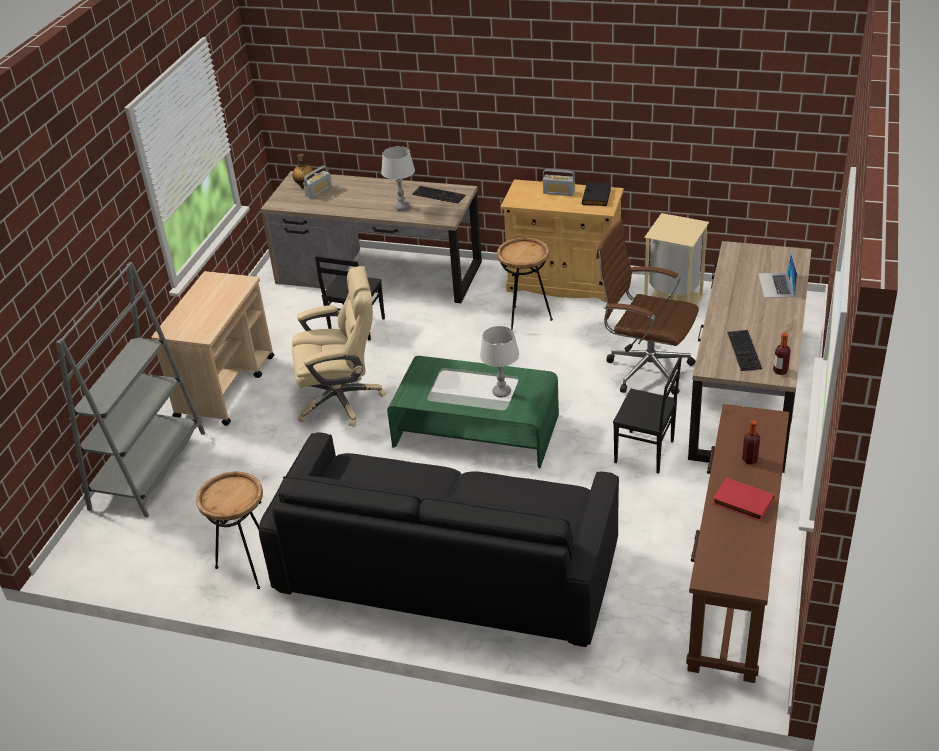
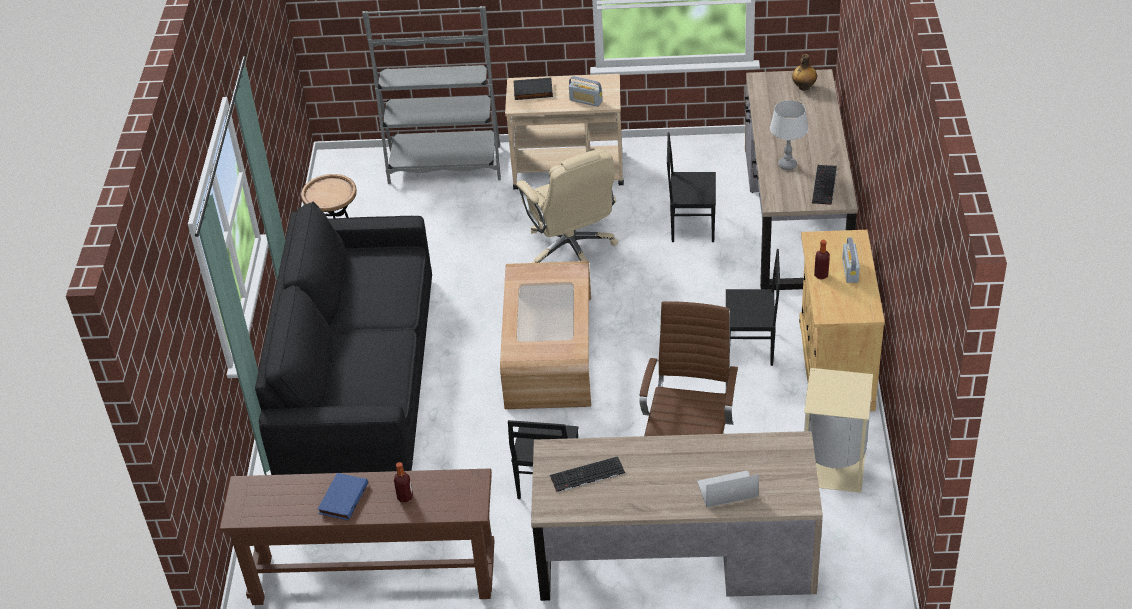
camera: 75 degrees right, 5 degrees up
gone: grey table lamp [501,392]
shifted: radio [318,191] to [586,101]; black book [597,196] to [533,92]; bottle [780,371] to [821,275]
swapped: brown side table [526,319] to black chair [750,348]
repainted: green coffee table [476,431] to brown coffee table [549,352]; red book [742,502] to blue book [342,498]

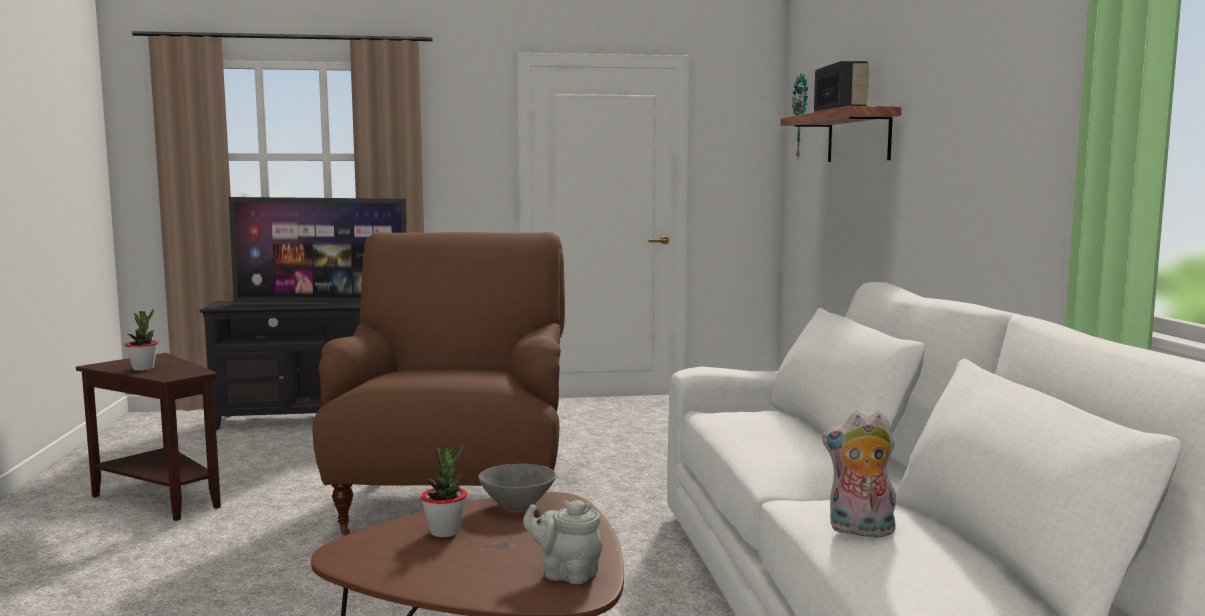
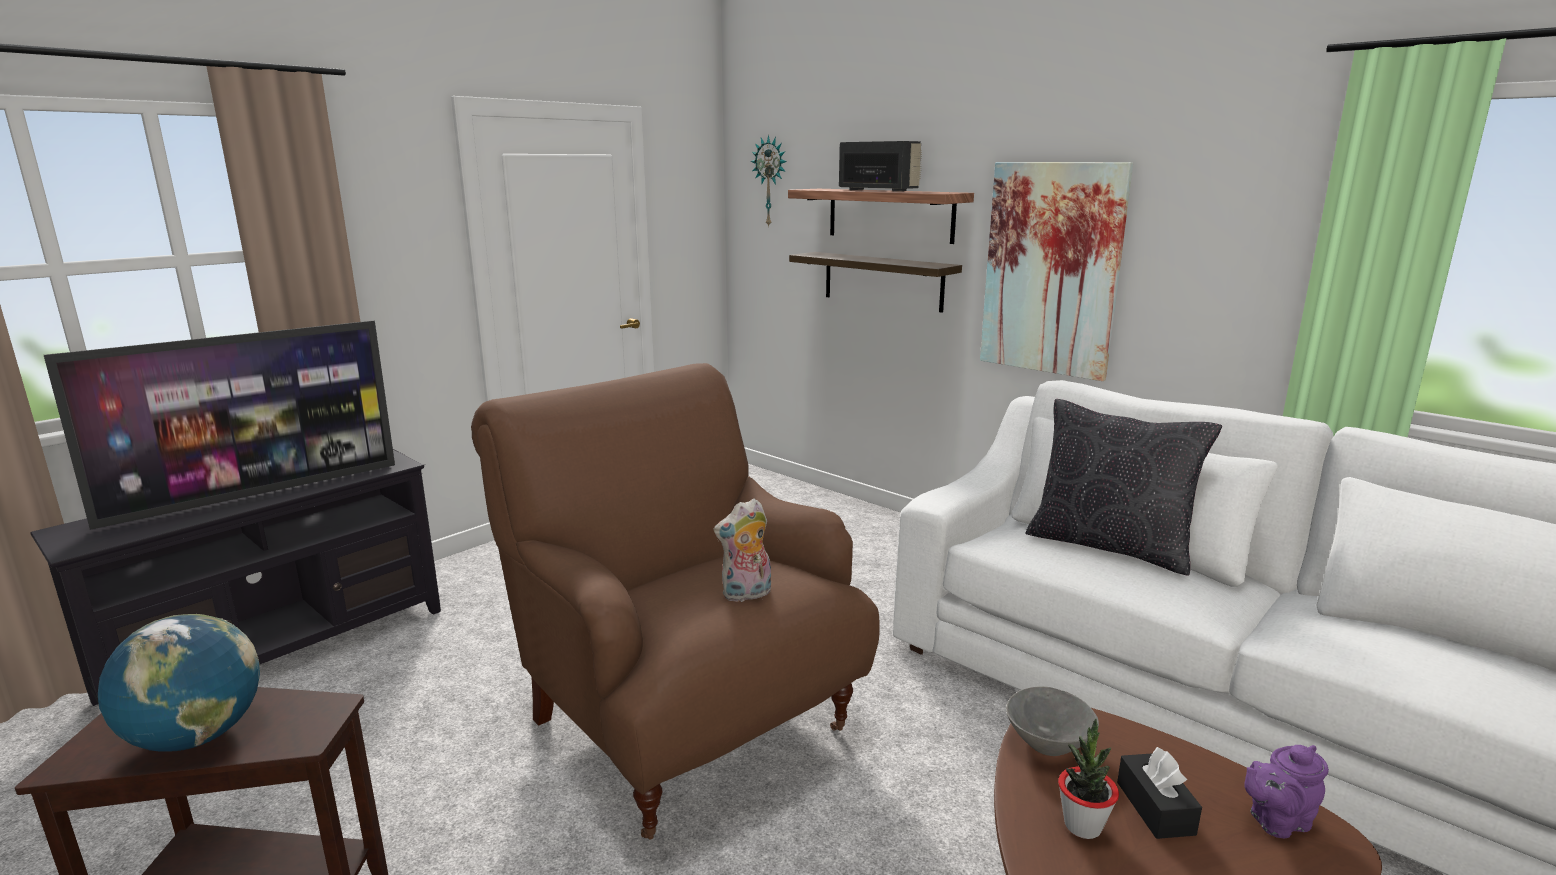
camera: 40 degrees left, 10 degrees up
new: picture [1051,269]; shelf [882,281]; black pillow [1109,546]; black tissue box [1155,808]
shifted: plush toy [859,531] to [746,595]
swapped: potted plant [143,368] to globe [196,737]
repainted: grey teapot [566,574] to purple teapot [1275,821]

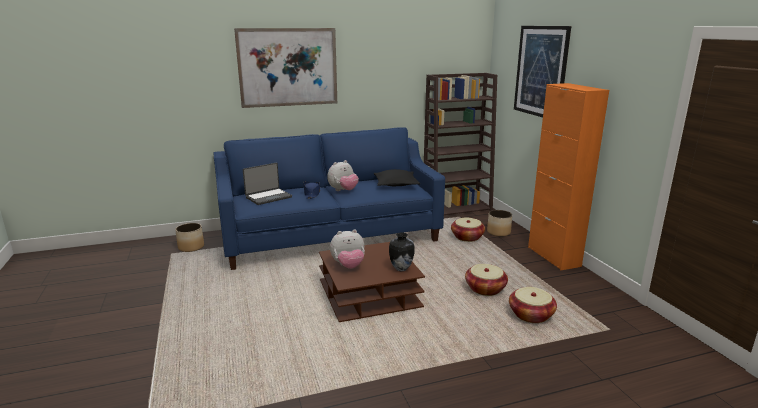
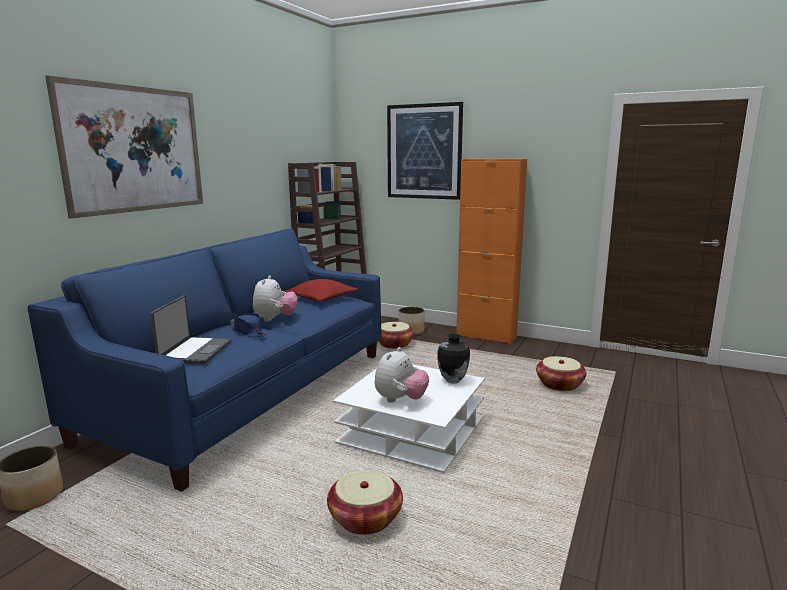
camera: 45 degrees left, 5 degrees down
shifted: basket [485,289] to [365,518]
repainted: black pillow [396,184] to red pillow [321,298]; brown coffee table [369,293] to white coffee table [412,431]

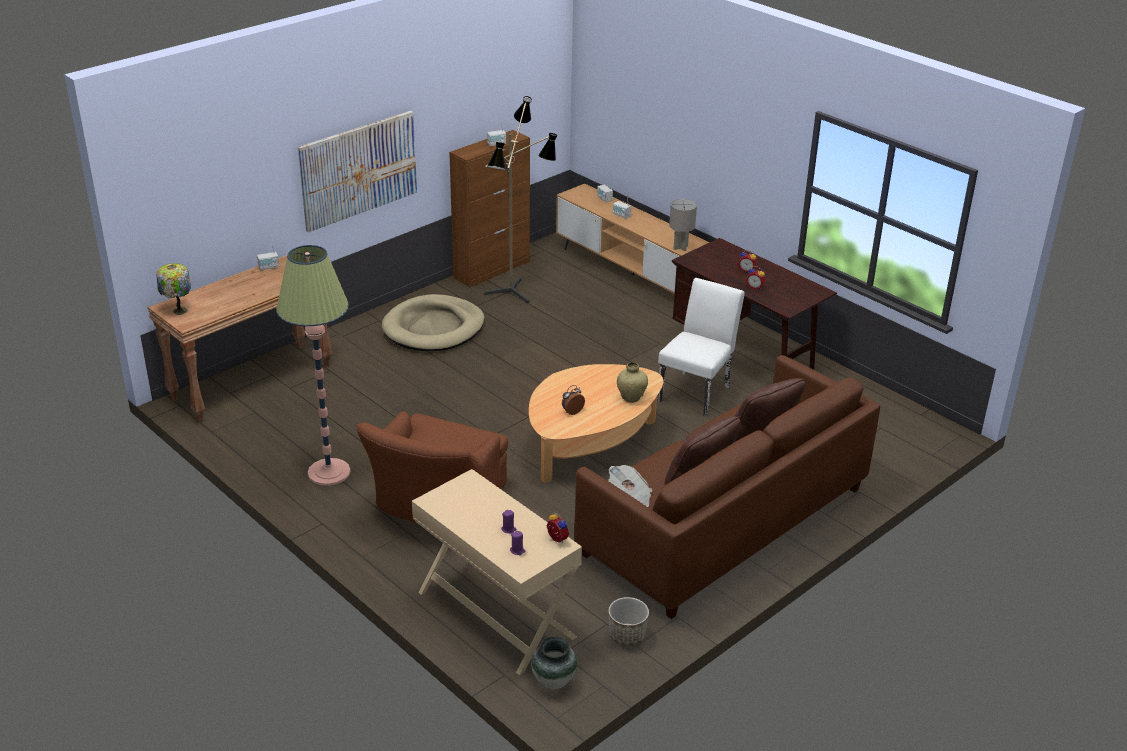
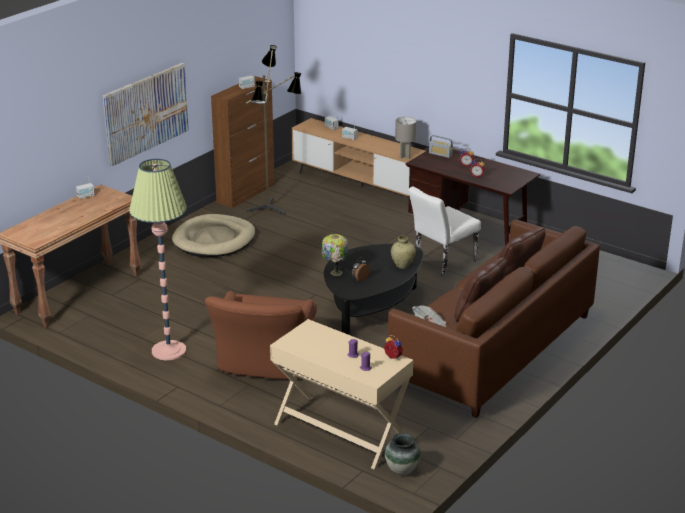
camera: 10 degrees left, 5 degrees down
gone: planter [627,635]
new: radio [440,154]
shifted: table lamp [178,310] to [335,273]
repainted: beige coffee table [591,444] to black coffee table [371,308]
rotated: white chair [697,391] = [441,262] 150 degrees counterclockwise

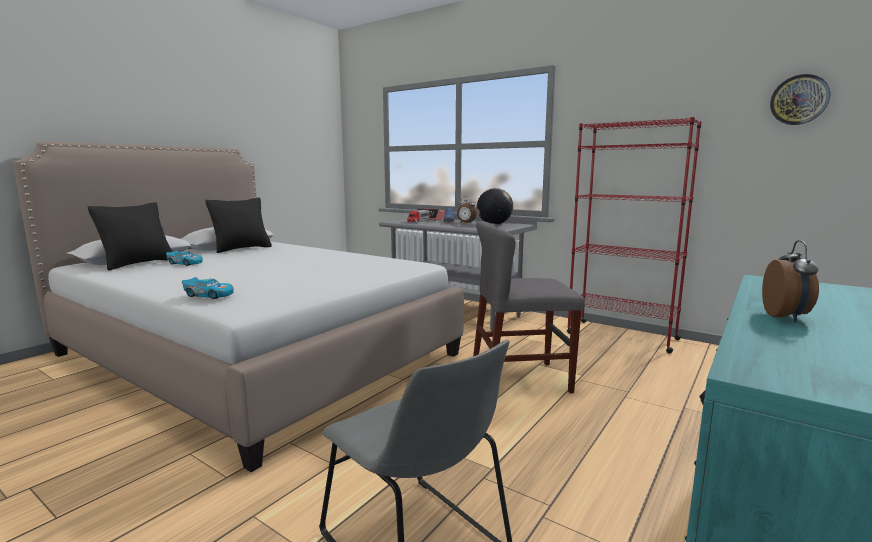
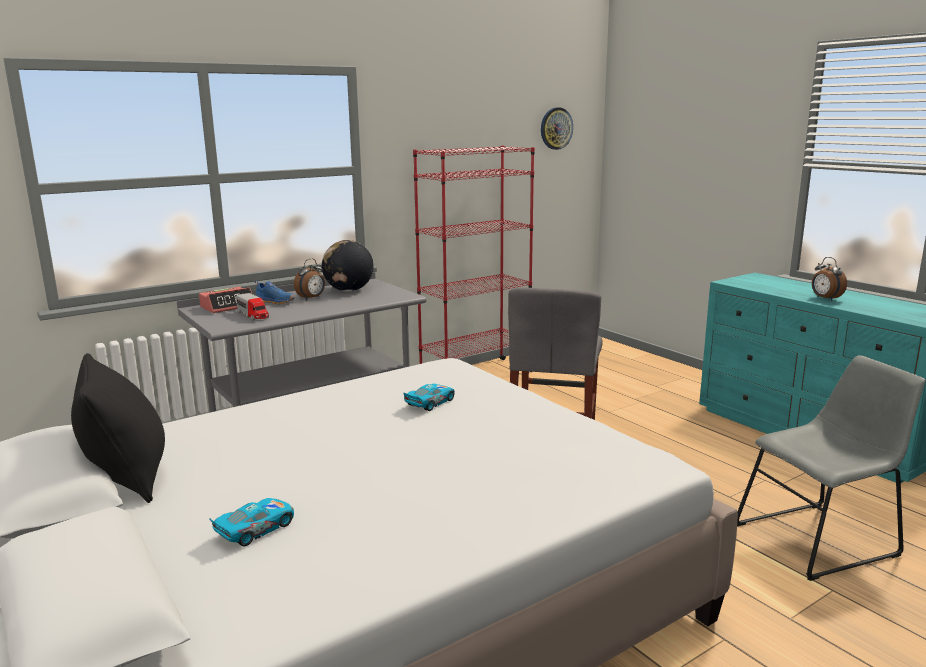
camera: 70 degrees left, 5 degrees up
gone: black pillow [138,264]
shifted: toy car [209,295] to [430,403]
rotated: alarm clock [786,317] = [825,298] 150 degrees counterclockwise

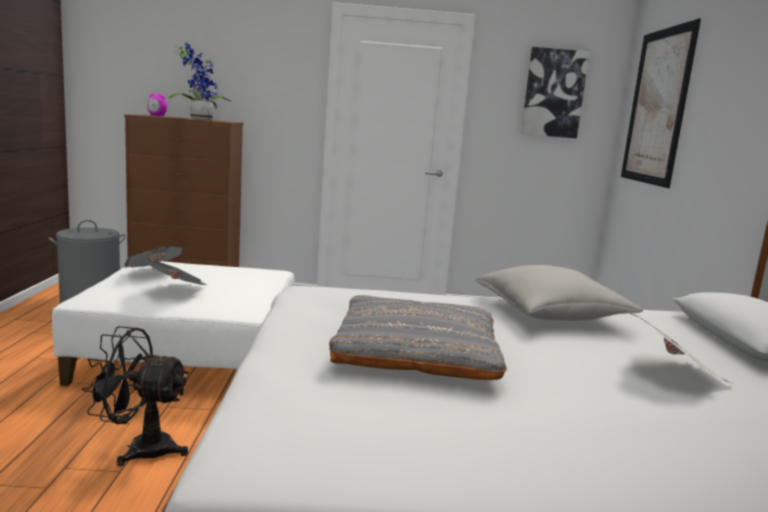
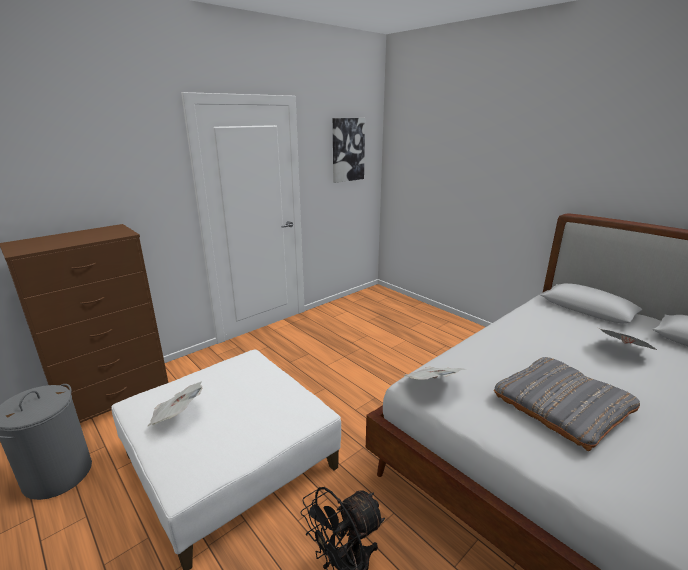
camera: 40 degrees left, 10 degrees up
gone: picture [657,107]; potted plant [199,119]; alarm clock [157,116]; grey pillow [550,313]
shifted: newspaper [177,290] to [431,385]

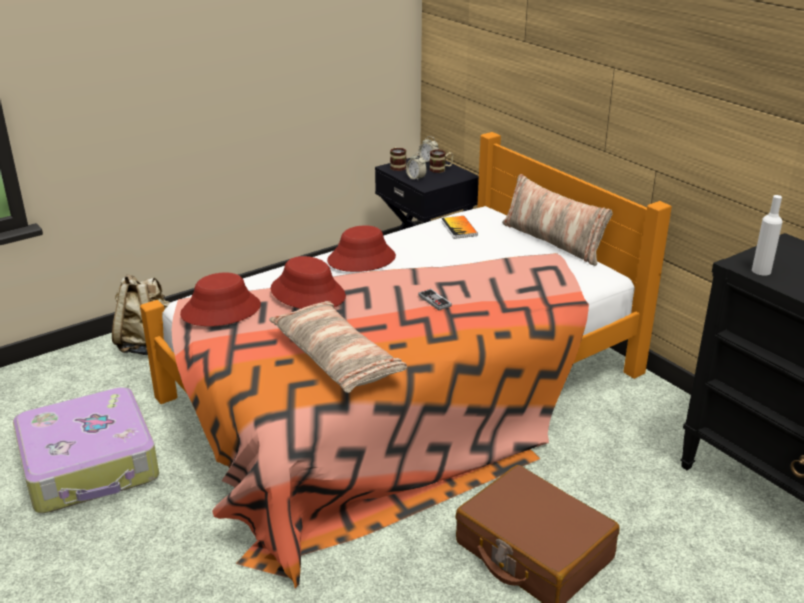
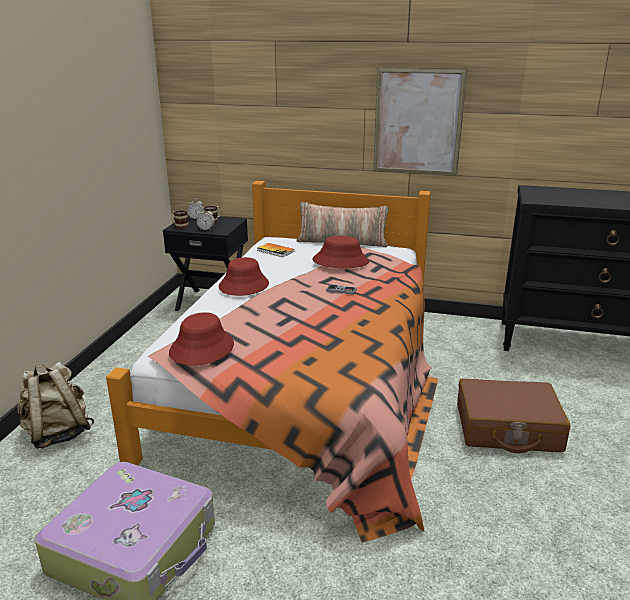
camera: 40 degrees left, 5 degrees down
gone: white bottle [761,271]; pillow [336,358]
new: picture [418,122]
shifted: red hat [308,293] to [340,261]

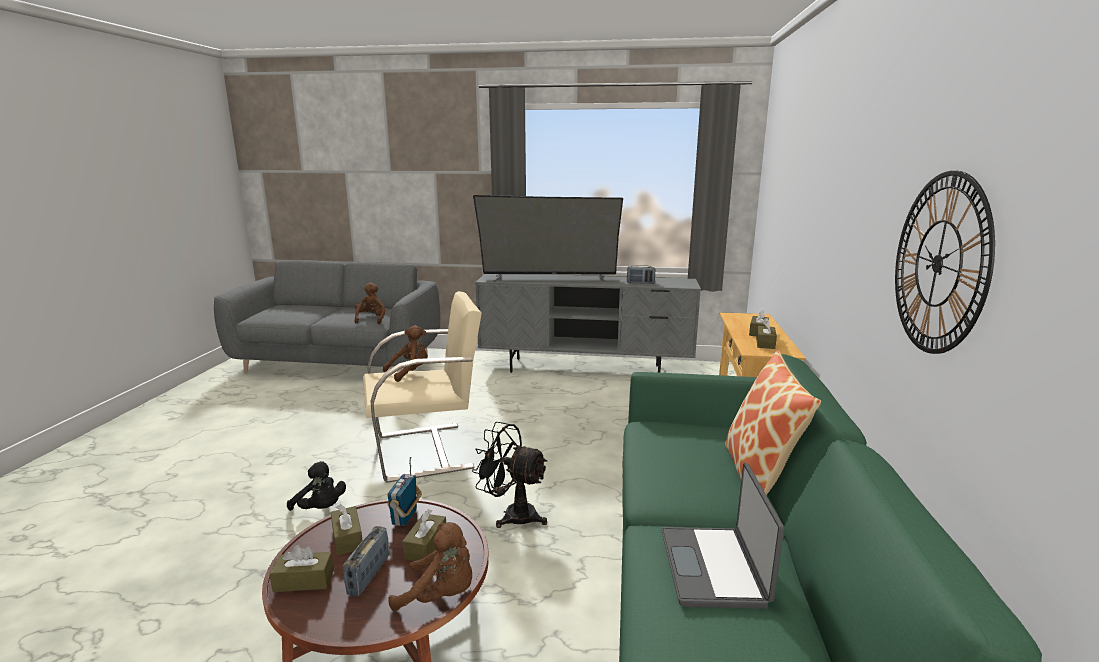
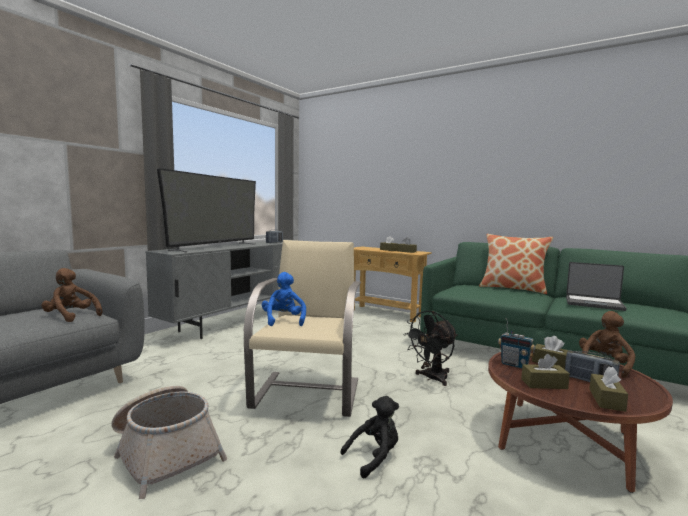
camera: 65 degrees left, 10 degrees down
gone: wall clock [938,263]
new: basket [165,452]
repainted: brown plush toy [410,372] to blue plush toy [283,320]

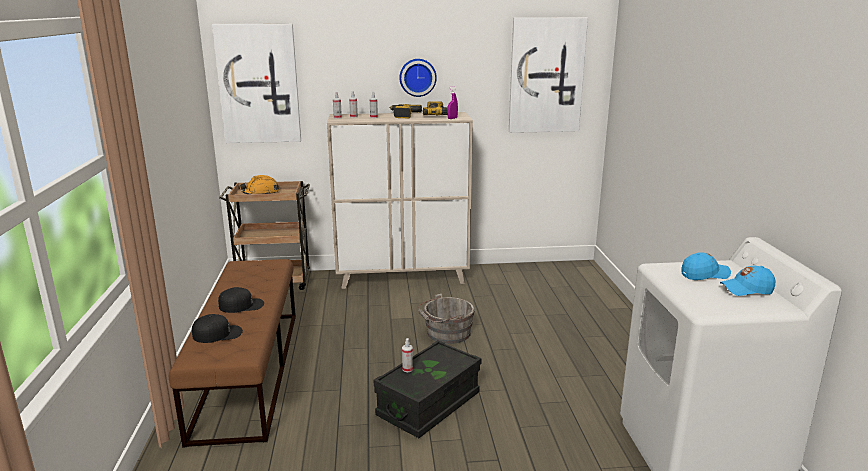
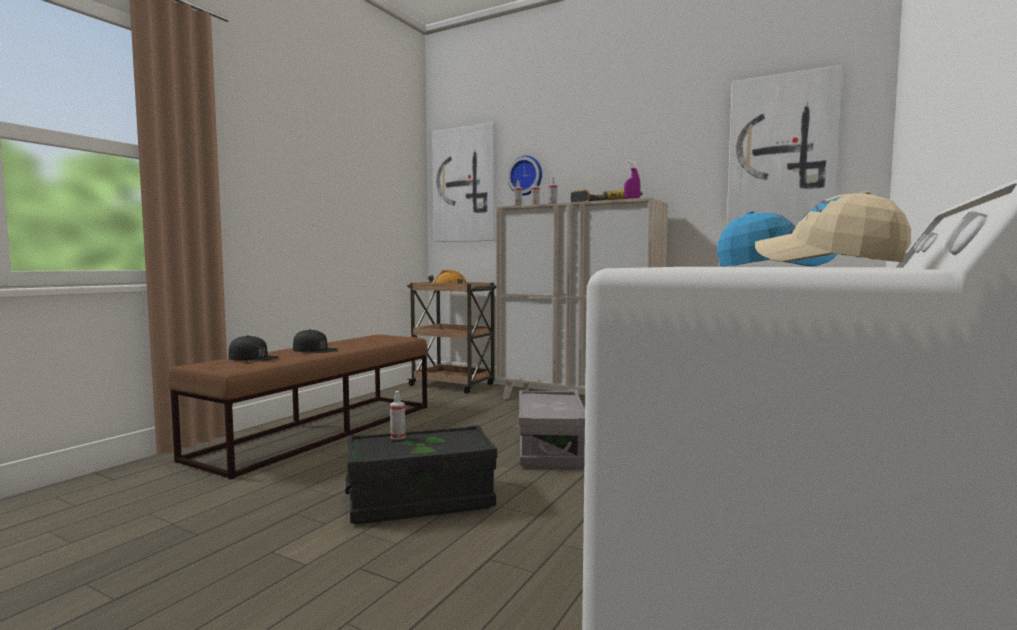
camera: 35 degrees right, 15 degrees down
shifted: wall clock [417,77] to [526,176]
swapped: grey bucket [446,333] to grey storage box [550,449]
repainted: blue cap [746,290] to beige cap [827,262]

